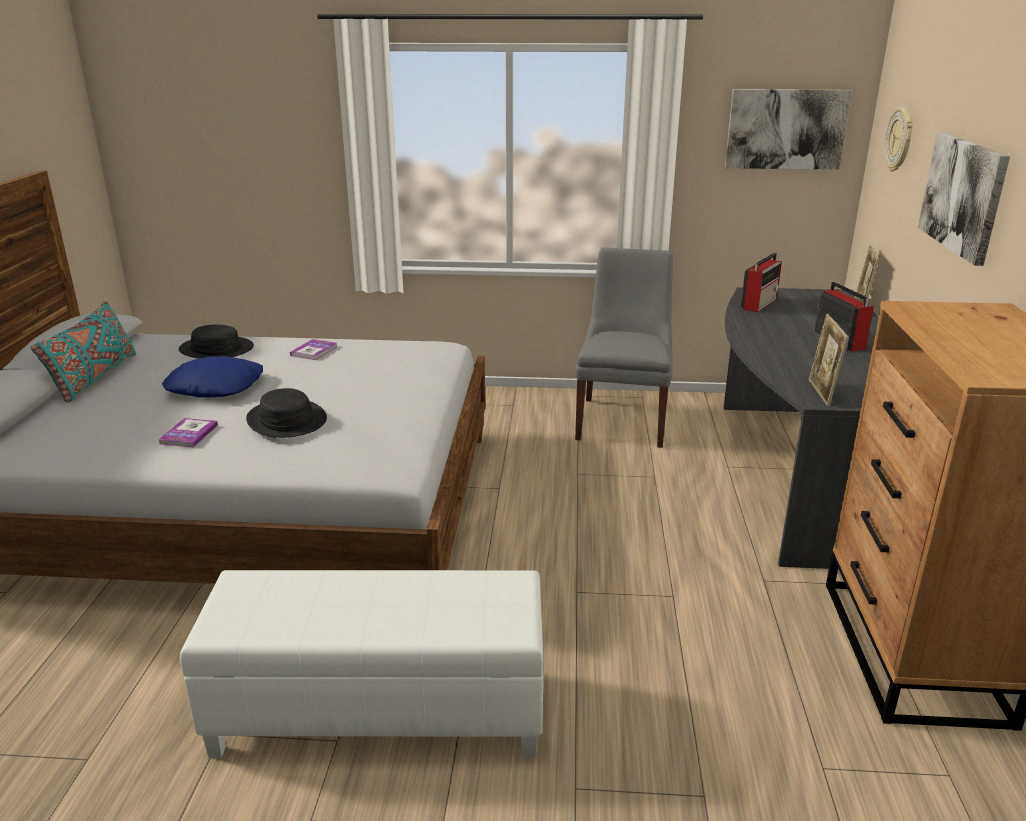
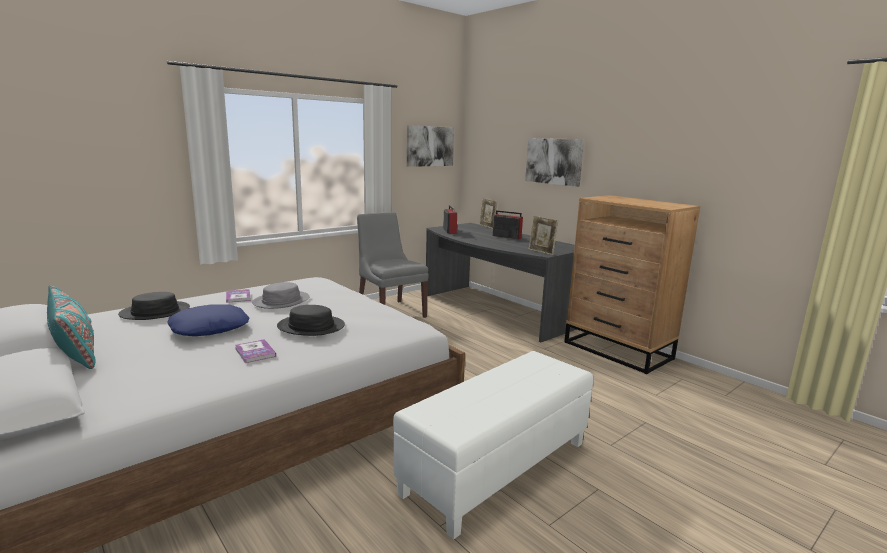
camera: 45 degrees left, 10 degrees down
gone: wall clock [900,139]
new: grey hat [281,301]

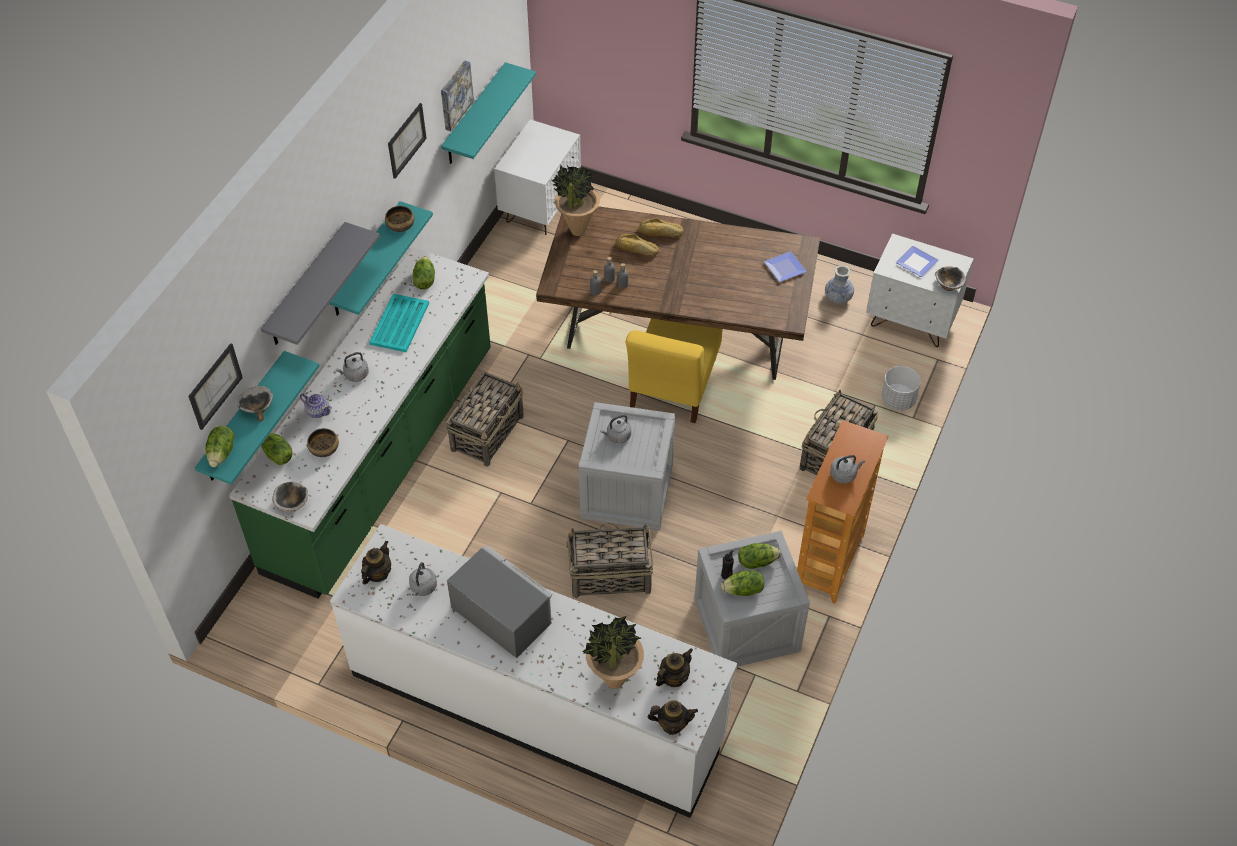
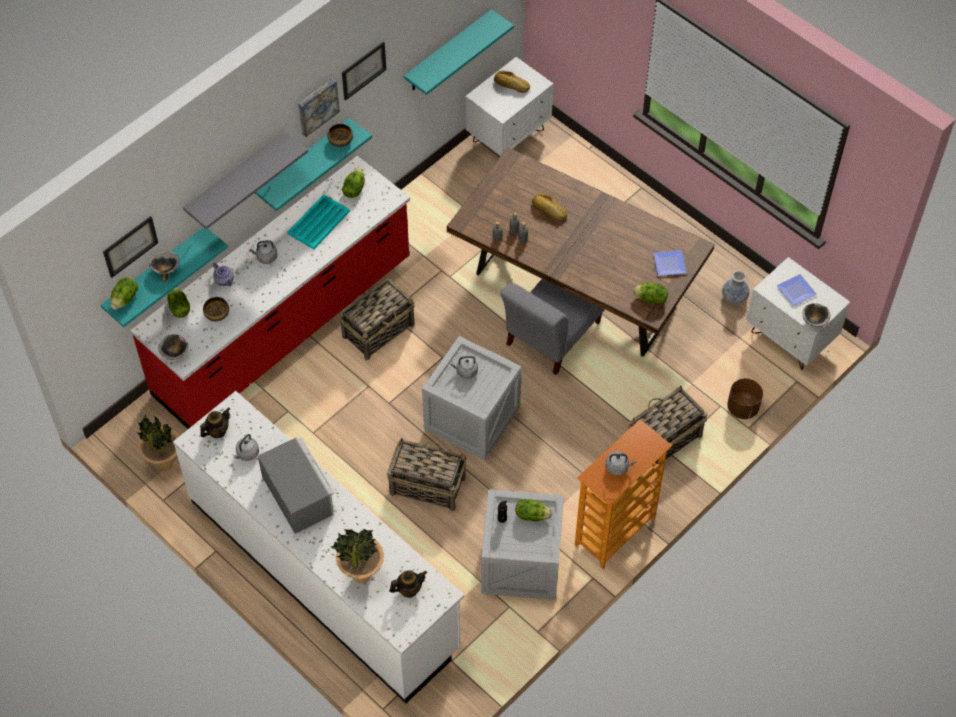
camera: 20 degrees right, 5 degrees up
gone: teapot [672,724]
shifted: picture [454,95] to [317,106]; potted plant [577,231] to [165,464]; bread [660,233] to [511,85]; lettuce [743,590] to [650,299]
repainted: green counter [383,460] to red counter [284,328]; yellow chair [672,387] to grey chair [550,336]; white planter [898,400] to brown planter [743,408]

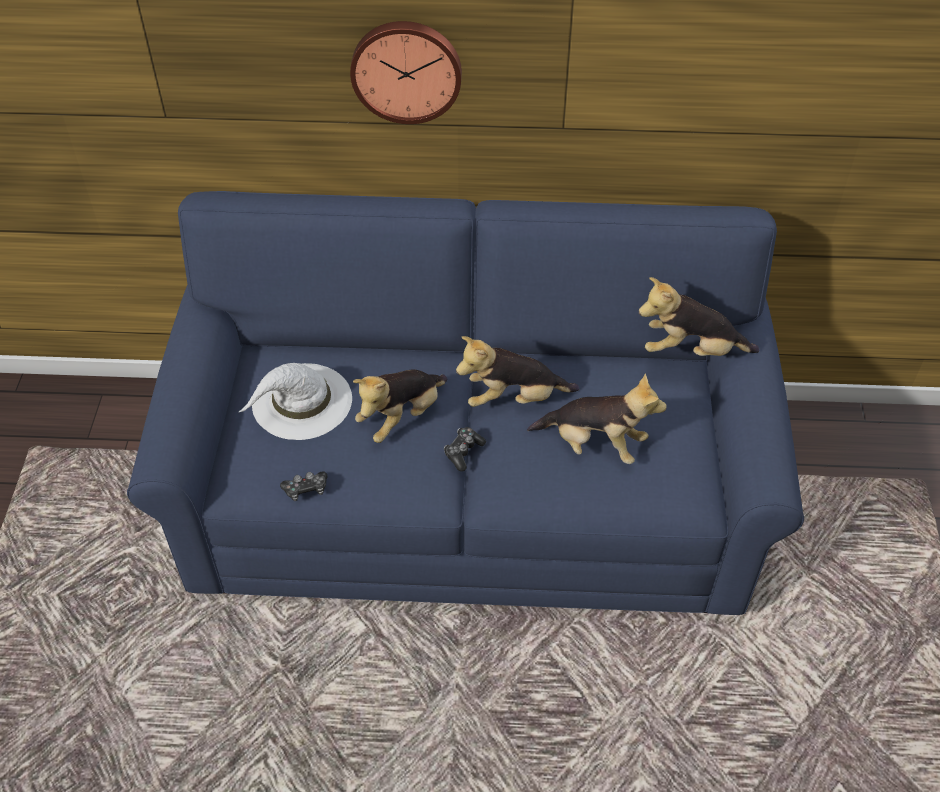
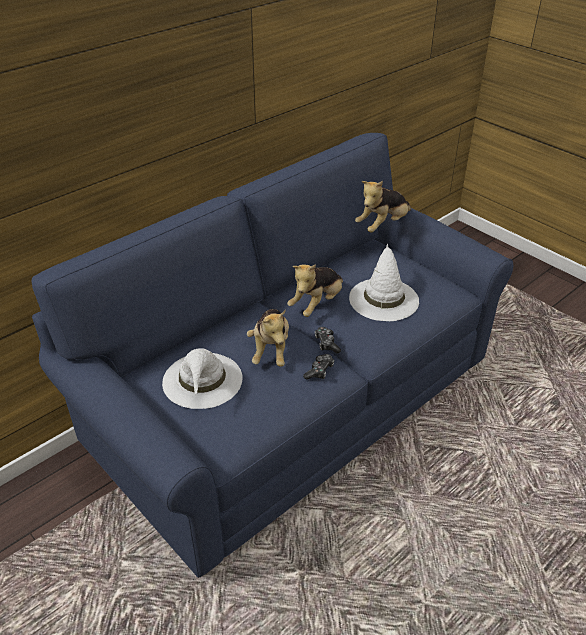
camera: 45 degrees left, 10 degrees down
gone: wall clock [406,70]
shifted: game controller [306,489] to [319,371]
swapped: plush toy [594,444] to white hat [383,298]

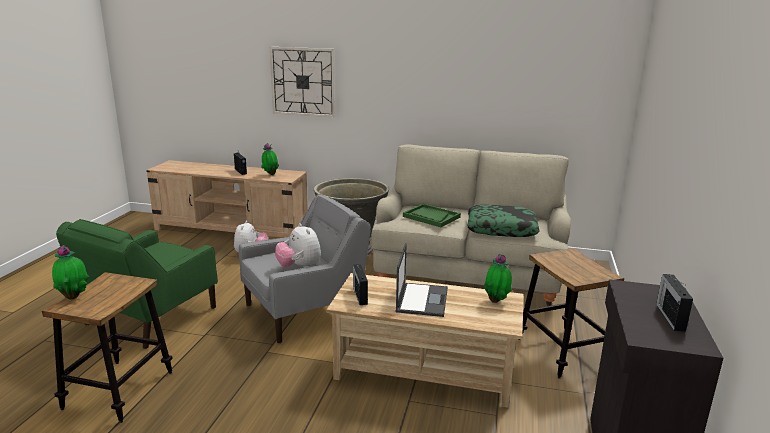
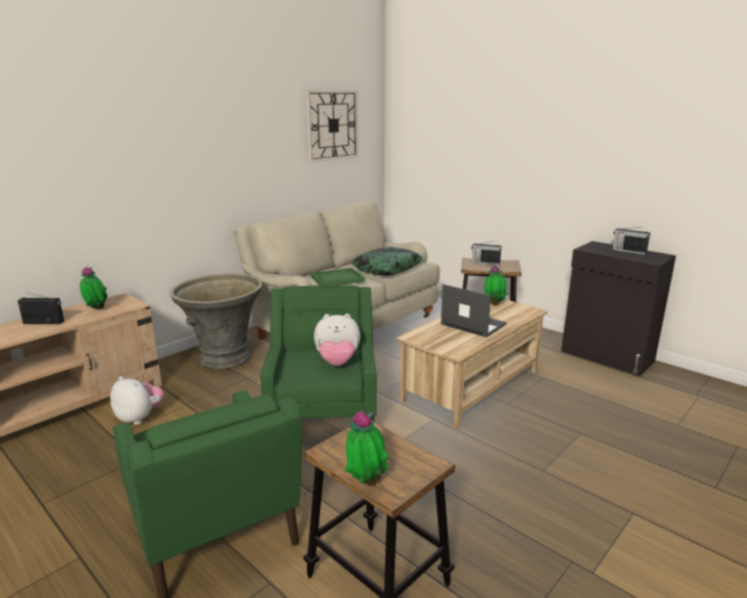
camera: 60 degrees left, 0 degrees up
shifted: wall clock [303,82] to [332,125]; radio [360,295] to [485,263]
repainted: grey armchair [305,311] to green armchair [323,414]

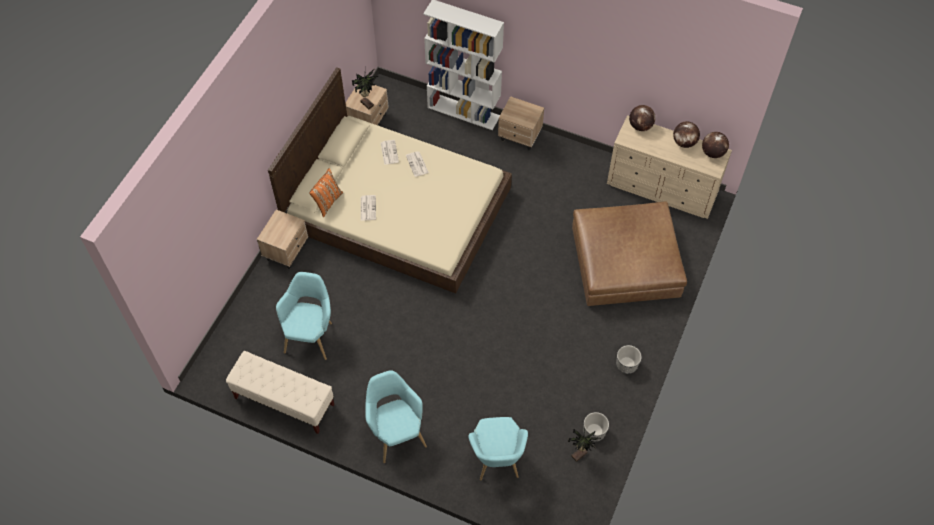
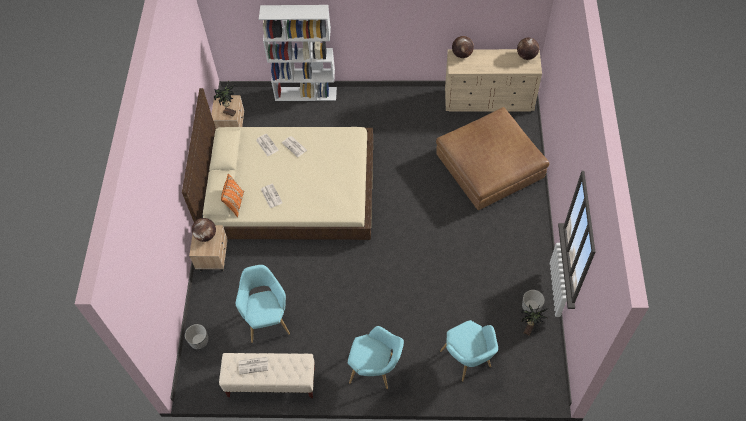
camera: 20 degrees left, 0 degrees up
gone: beige nightstand [520,137]
new: newspaper [254,365]
shifted: globe [684,143] to [206,235]; planter [627,365] to [199,341]
rotated: turquoise armchair [396,432] = [376,370] 150 degrees clockwise

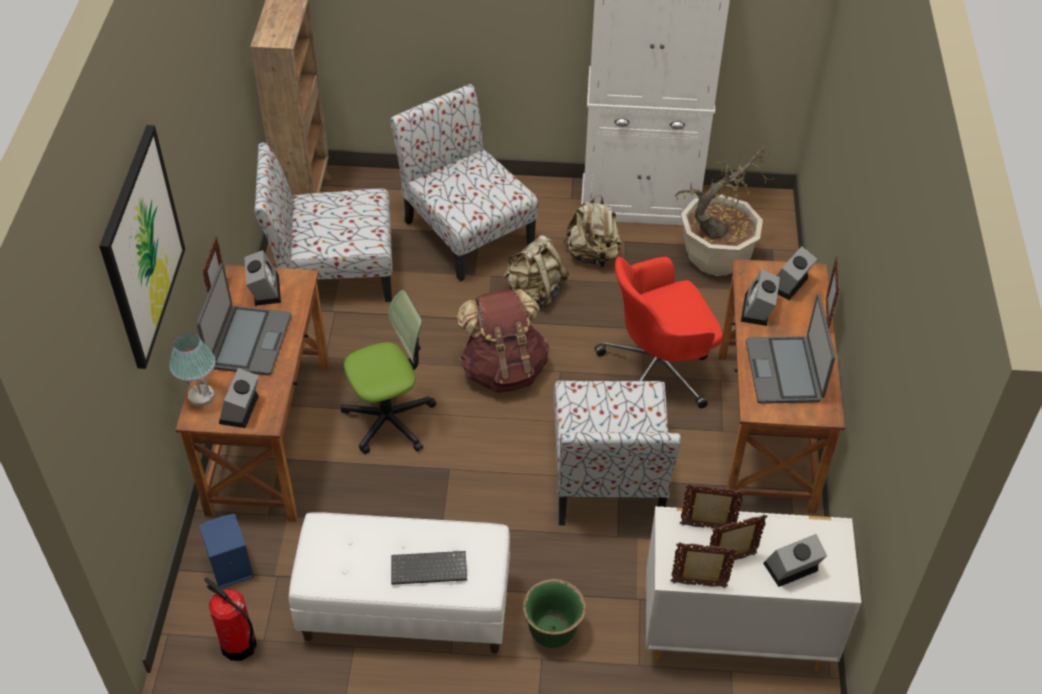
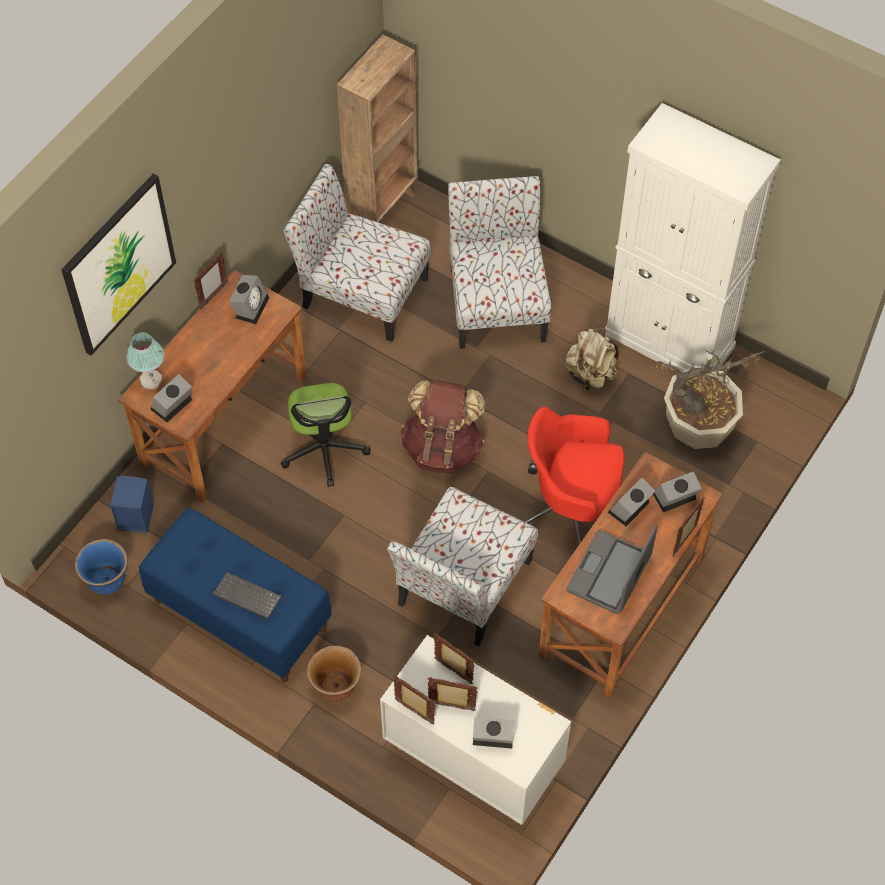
camera: 30 degrees right, 10 degrees up
gone: beige backpack [535,292]; laptop [249,341]
swapped: fire extinguisher [239,645] to blue planter [107,581]
repainted: white bench [405,610] to blue bench [239,615]; green planter [552,632] to brown planter [336,687]
rotated: office chair [389,419] = [324,450] 75 degrees clockwise

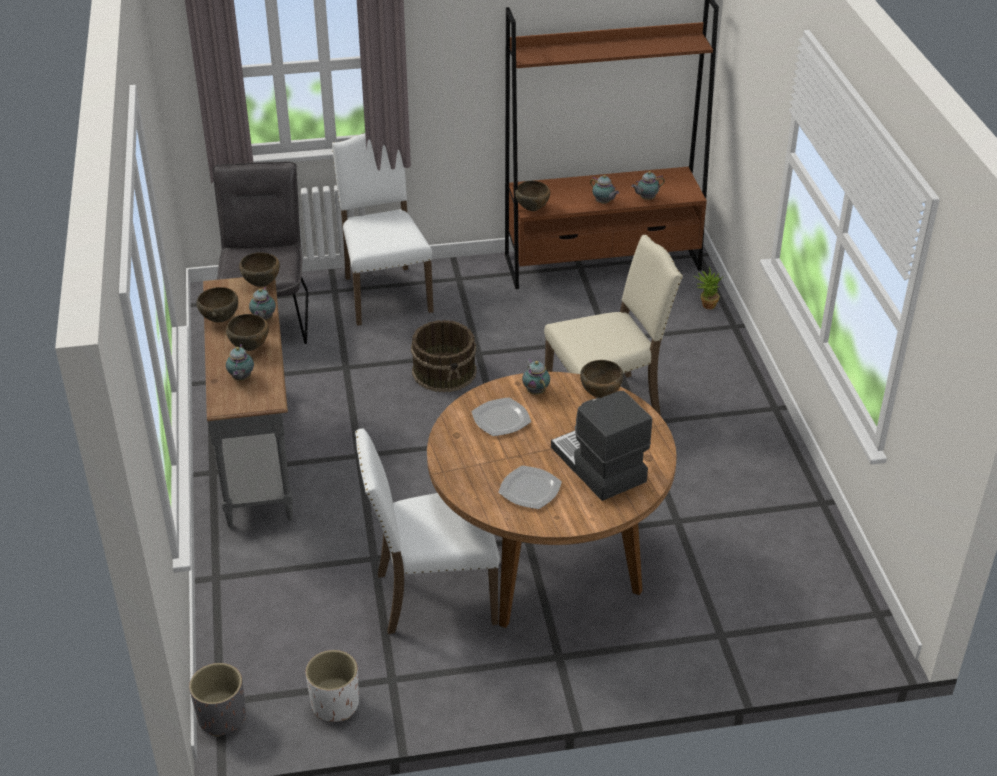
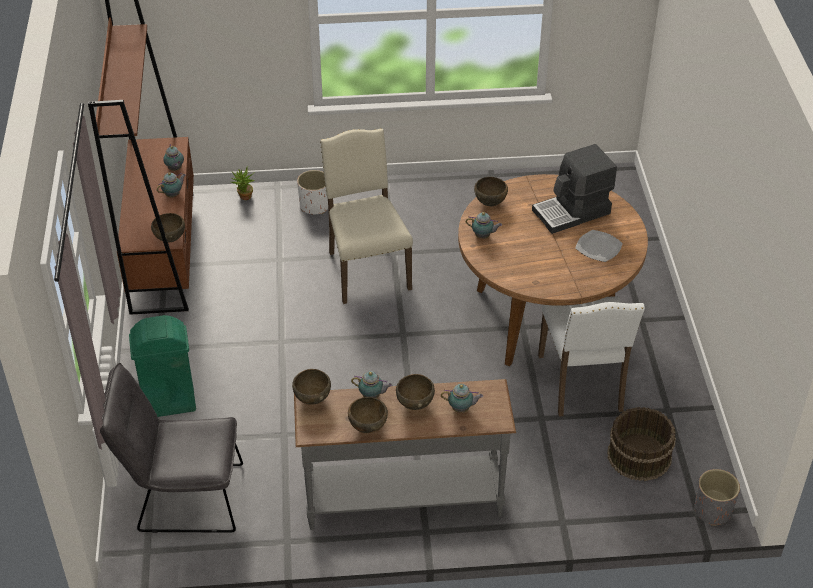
camera: 85 degrees left, 5 degrees up
gone: plate [500,419]
shifted: brown bucket [445,371] to [639,455]; white planter [335,704] to [315,206]
swapped: white chair [385,293] to green trash can [169,404]
rotated: teapot [535,391] = [483,236] 150 degrees counterclockwise

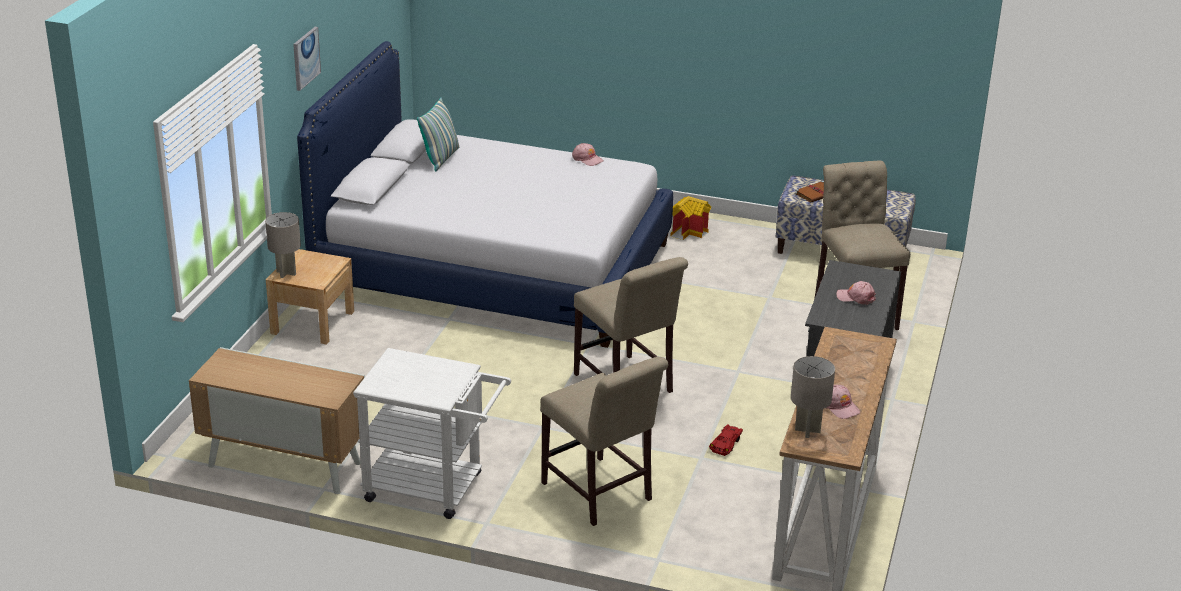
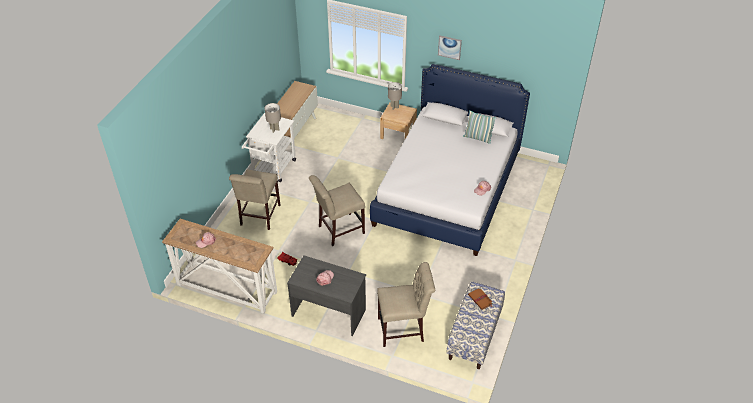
camera: 95 degrees right, 15 degrees up
gone: toy house [689,232]
shifted: grey table lamp [807,430] to [274,129]
rotated: beige chair [600,494] = [259,216] 45 degrees counterclockwise

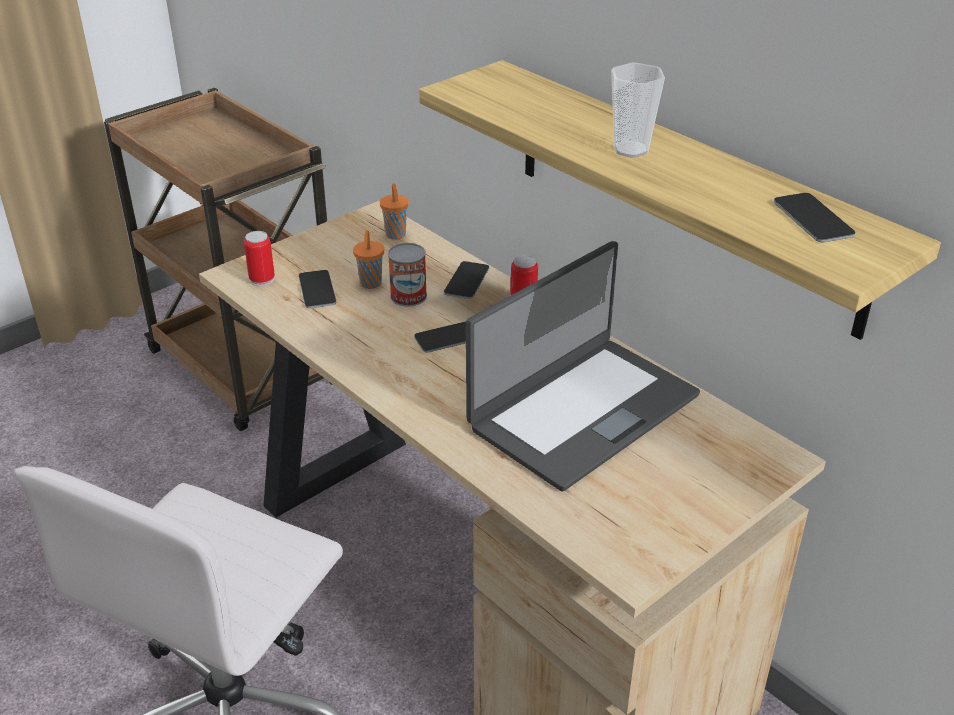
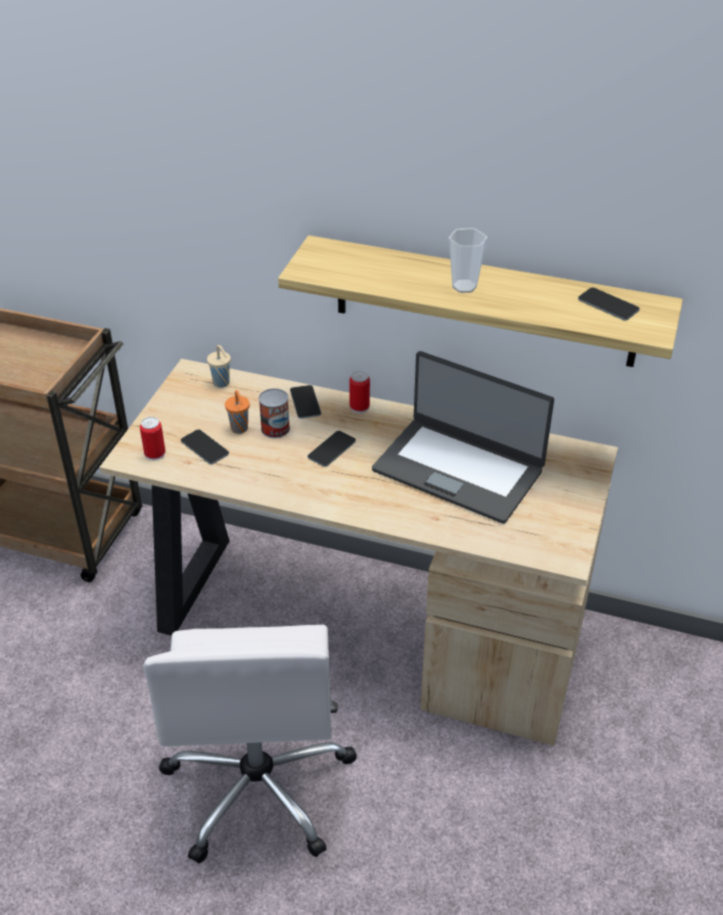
camera: 30 degrees left, 5 degrees up
repainted: orange cup [396,235] to beige cup [222,383]
rotated: laptop [582,410] = [459,469] 105 degrees clockwise

